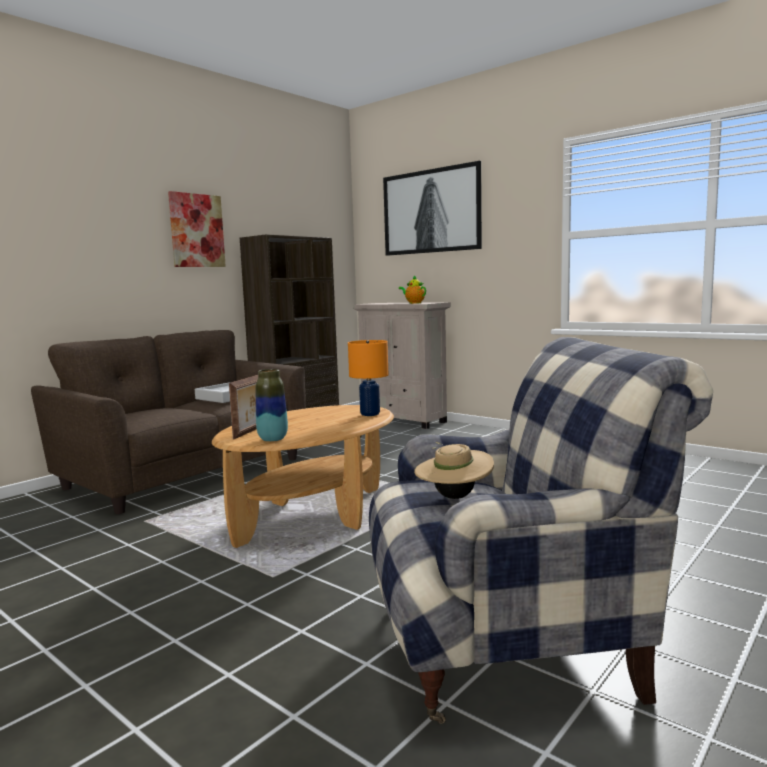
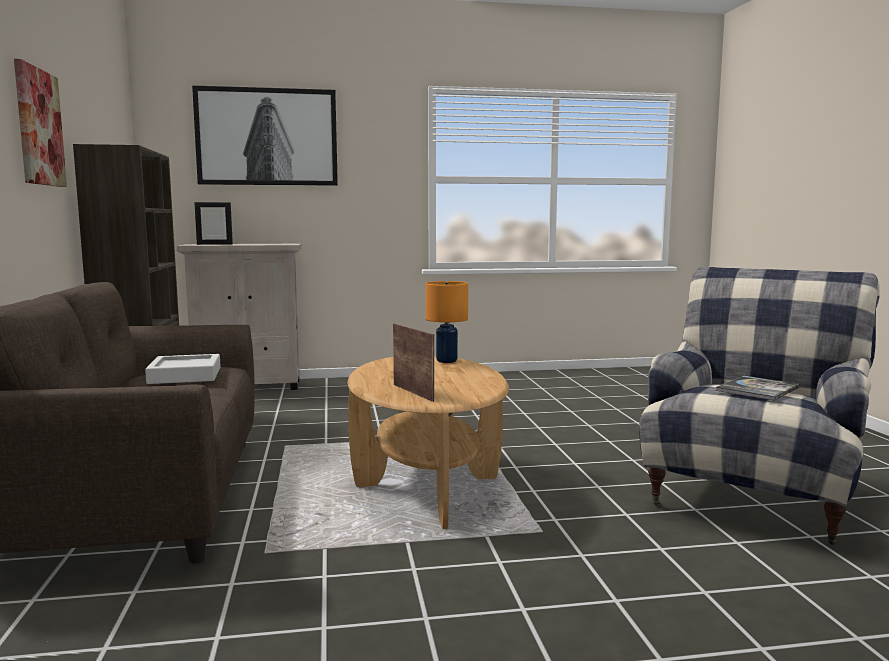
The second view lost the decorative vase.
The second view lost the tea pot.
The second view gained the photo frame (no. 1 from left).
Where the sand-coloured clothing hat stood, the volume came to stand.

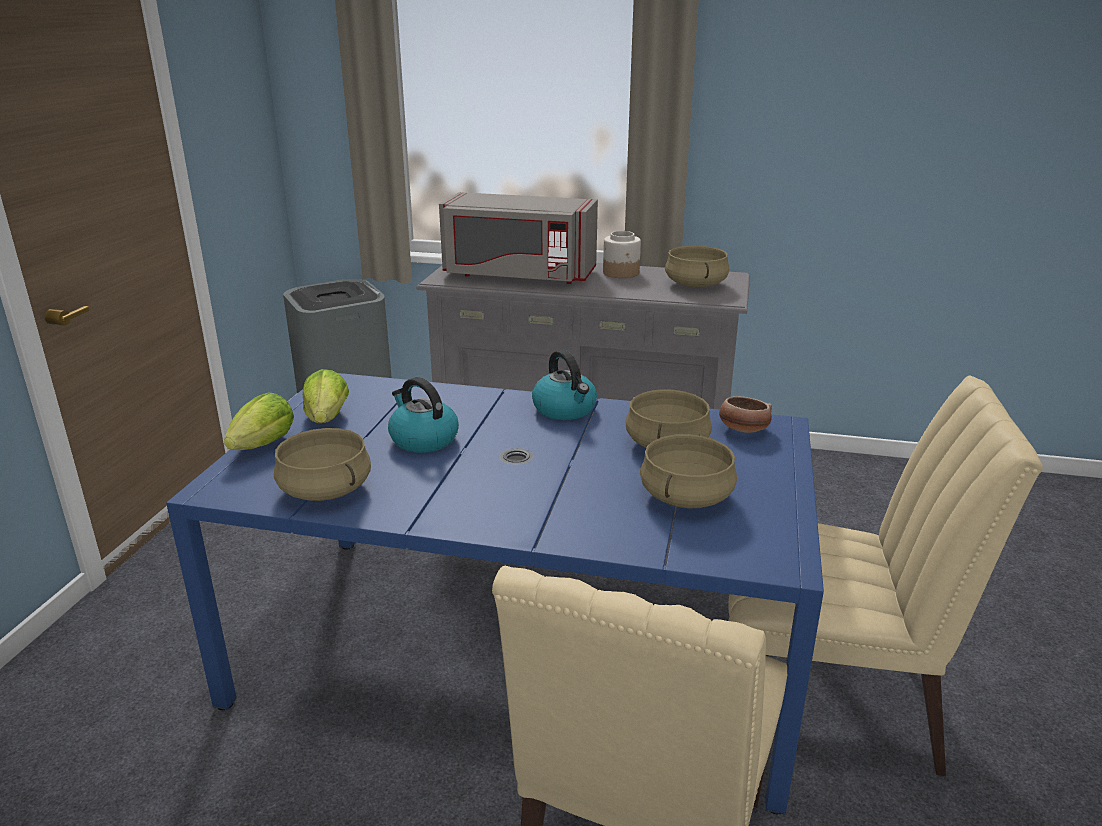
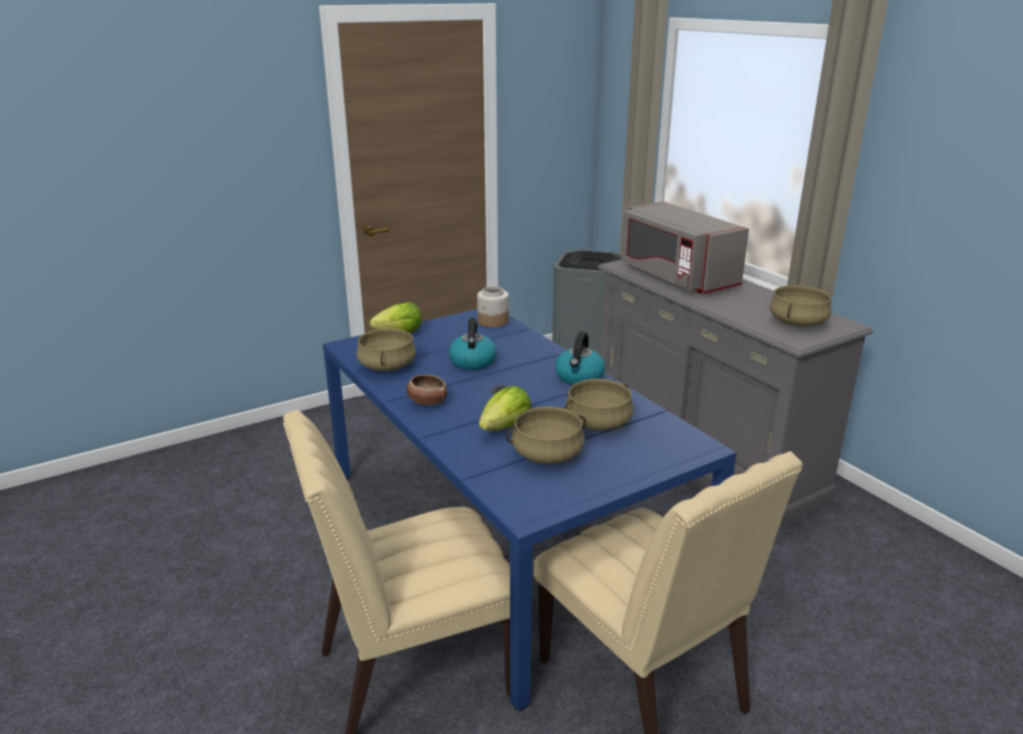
The lettuce head (no. 2 from left) ended up elsewhere.
The preserve jar ended up elsewhere.
The bowl ended up elsewhere.

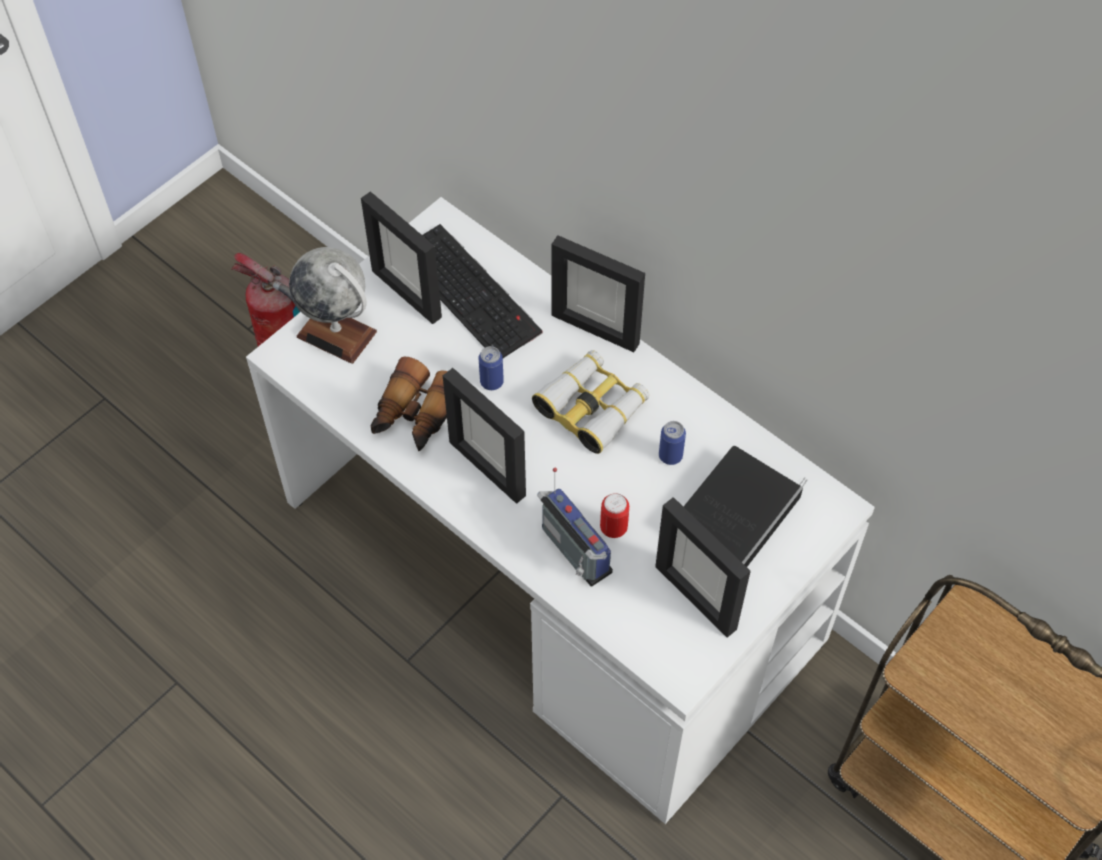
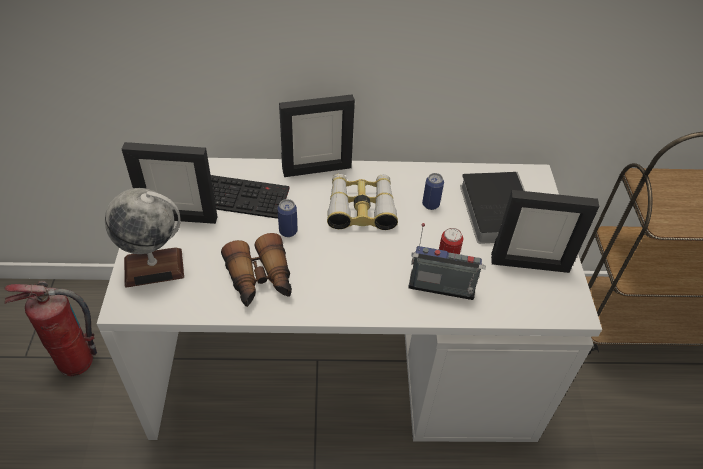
The second view lost the photo frame (no. 2 from left).

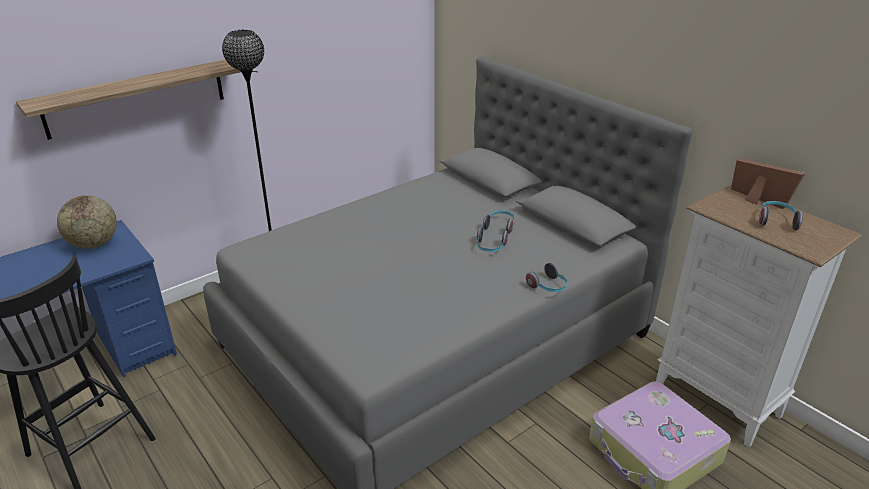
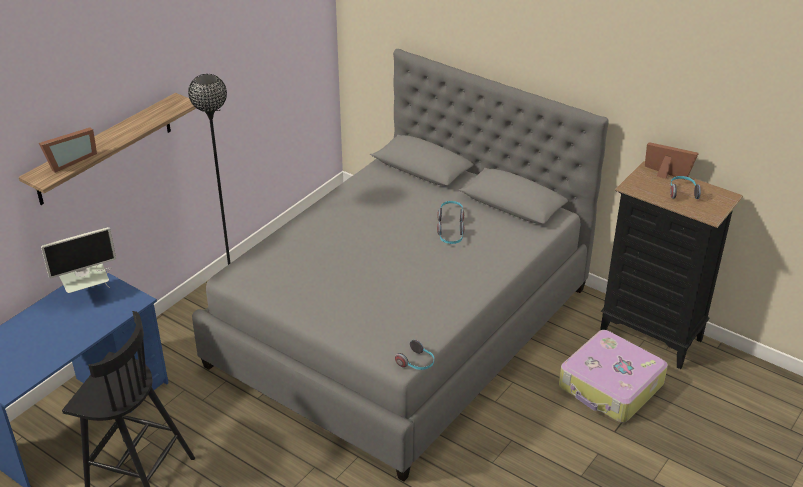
The second view gained the photo frame (no. 1 from left).
The headset (no. 3 from left in the first image) ended up elsewhere.
Where the desk globe stood, the computer display came to stand.
What was the whitish drawer chest turned into the black-coloured drawer chest.

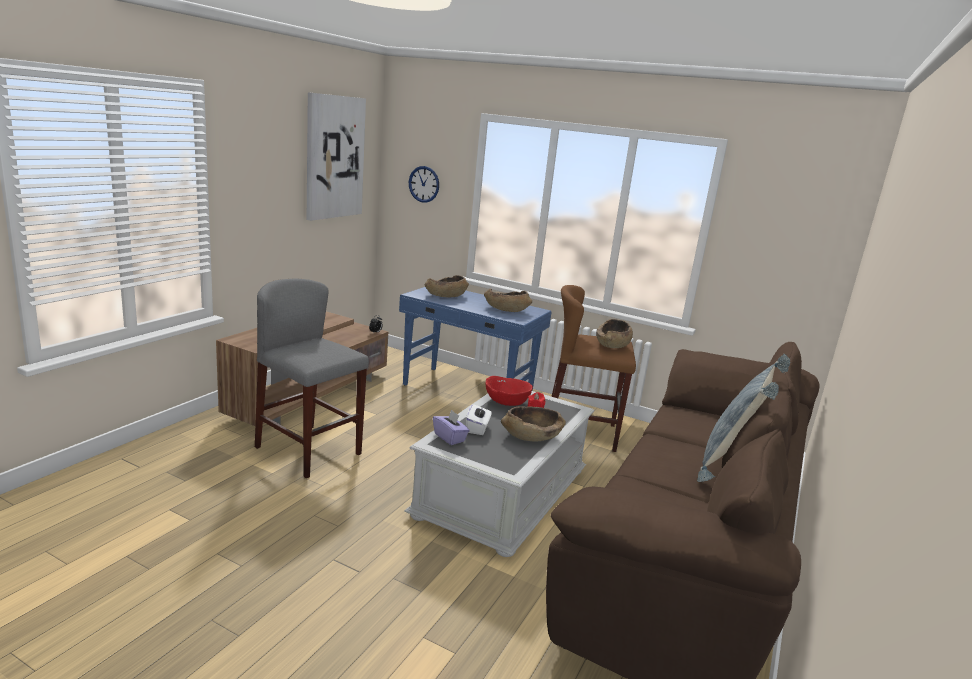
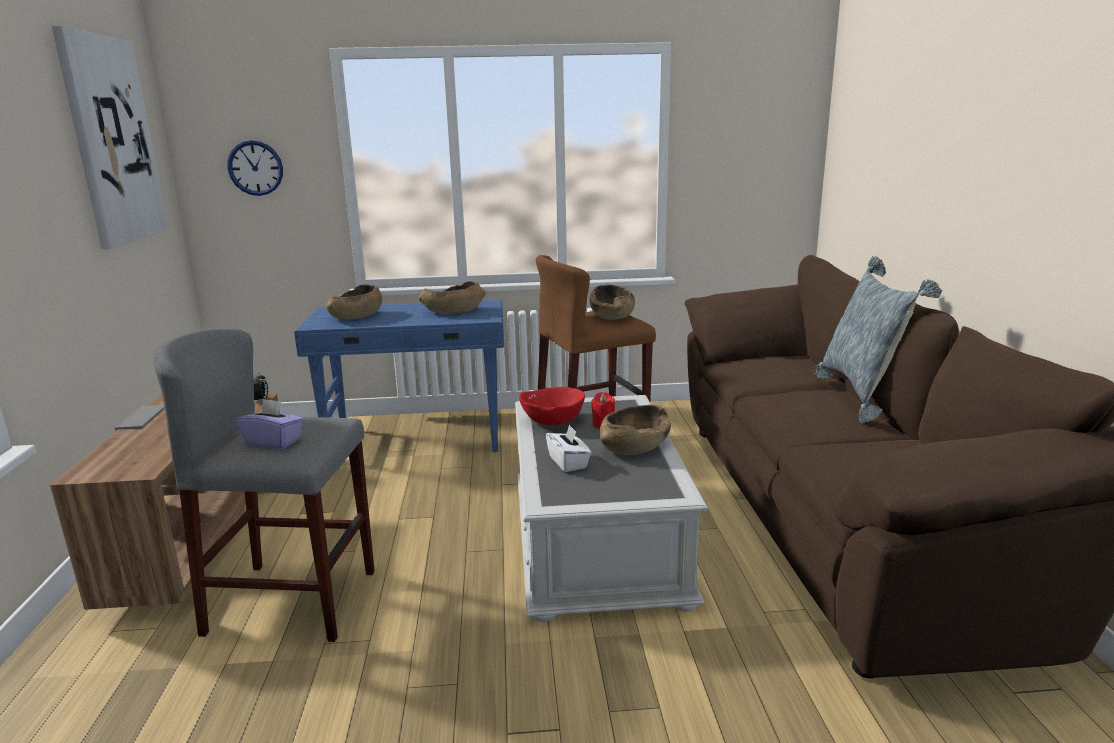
The purplish tissue holder ended up elsewhere.

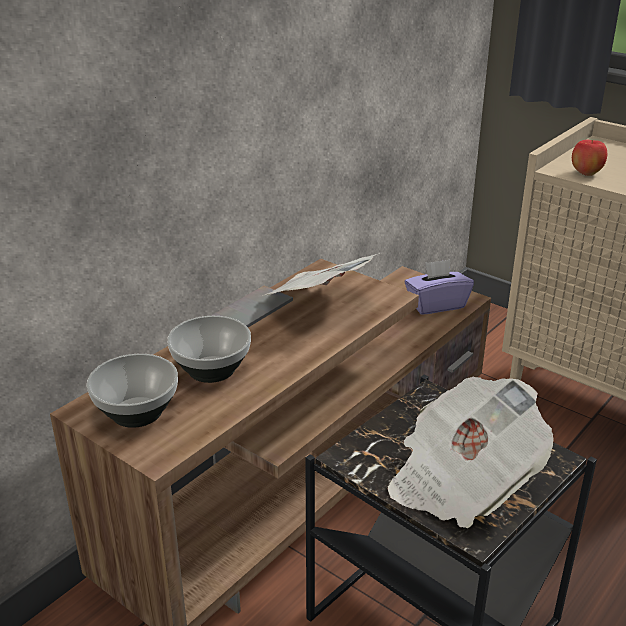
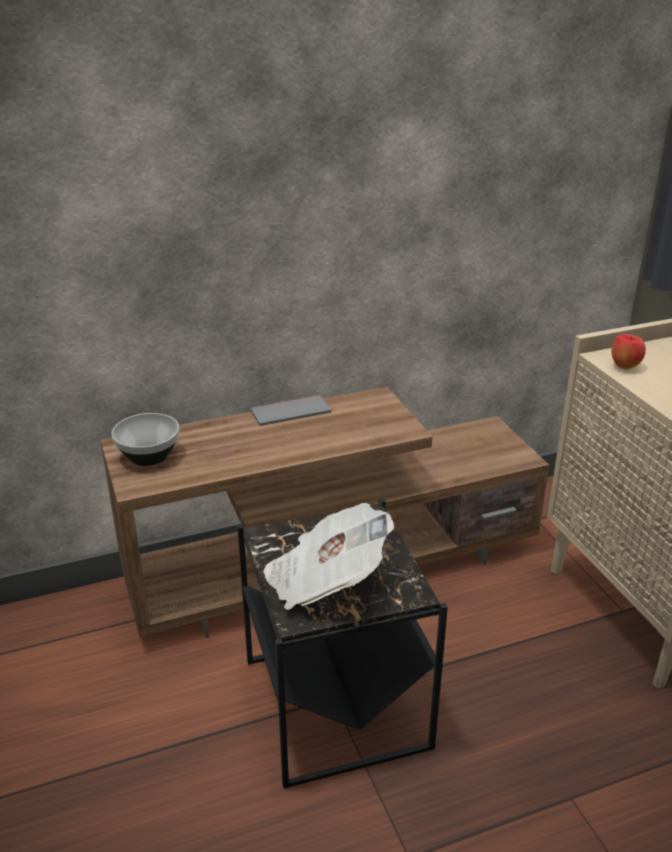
The second view lost the bowl (no. 2 from left).
The second view lost the printed paper (no. 1 from left).
The second view lost the purplish tissue holder.

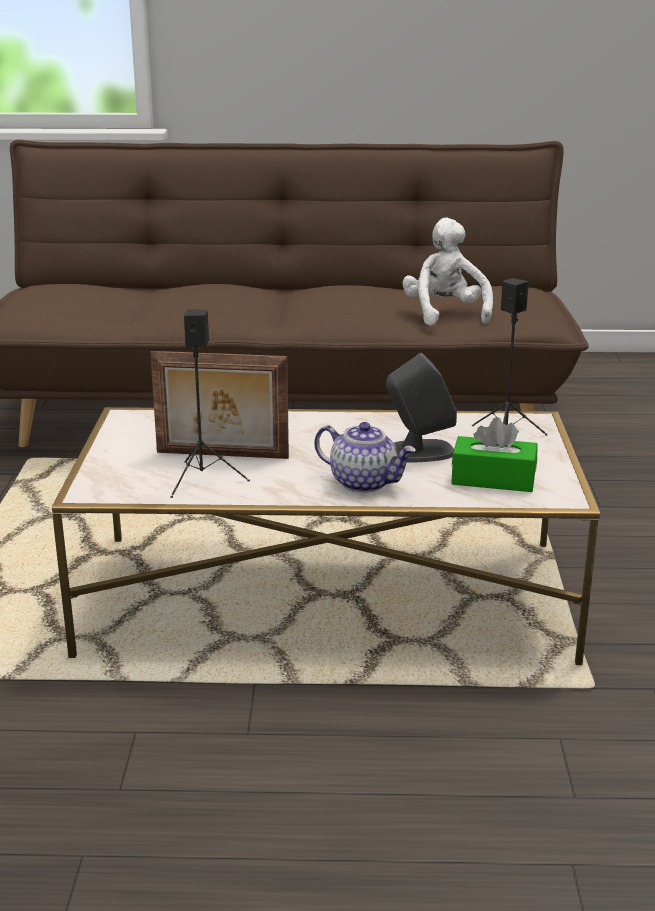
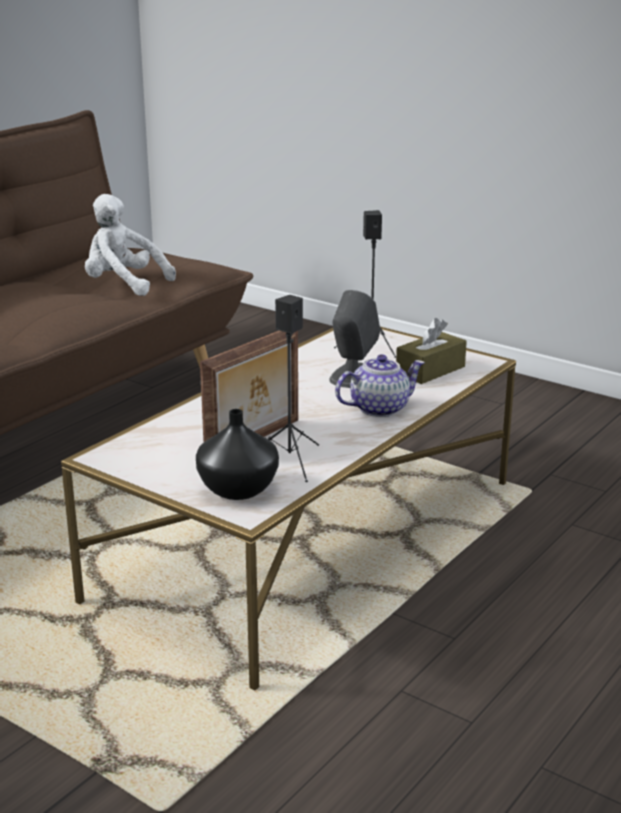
The second view gained the black-coloured decorative vase.
What was the green-coloured tissue holder turned into the brown-coloured tissue holder.

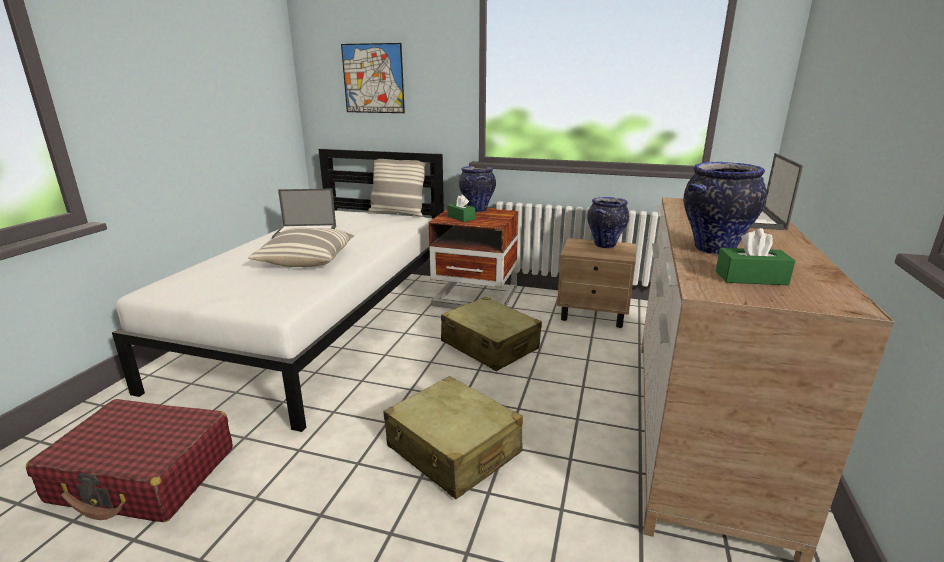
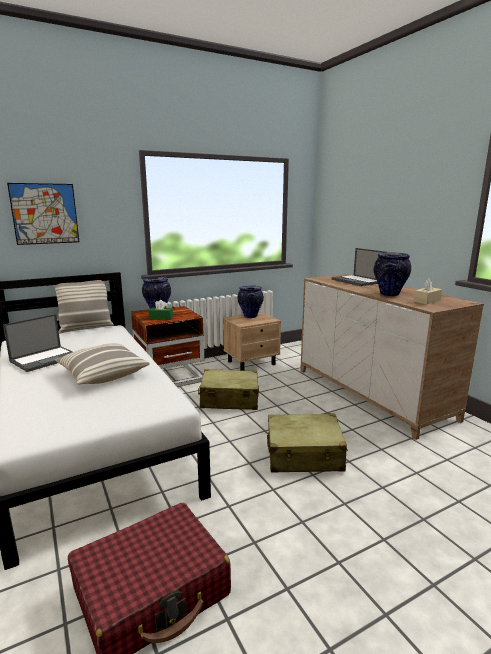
What was the green-coloured tissue holder (no. 2 from left) turned into the sand-coloured tissue holder.

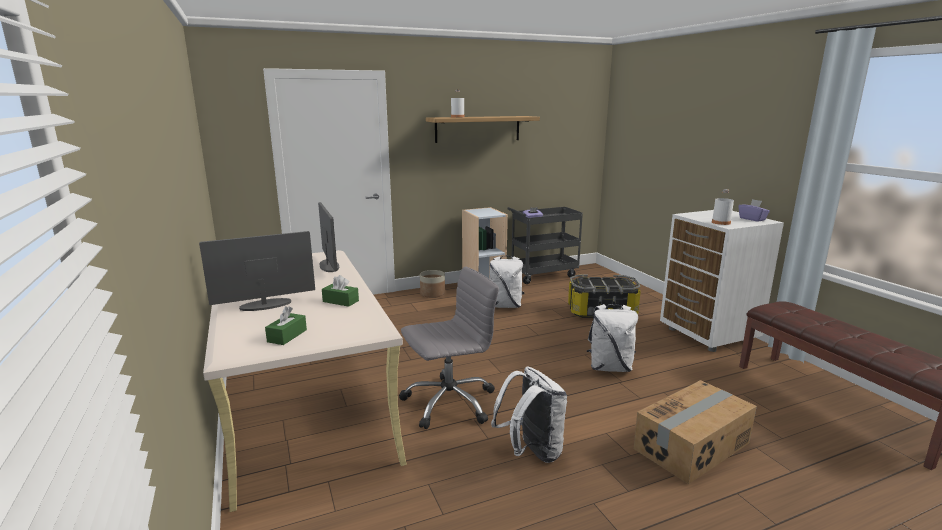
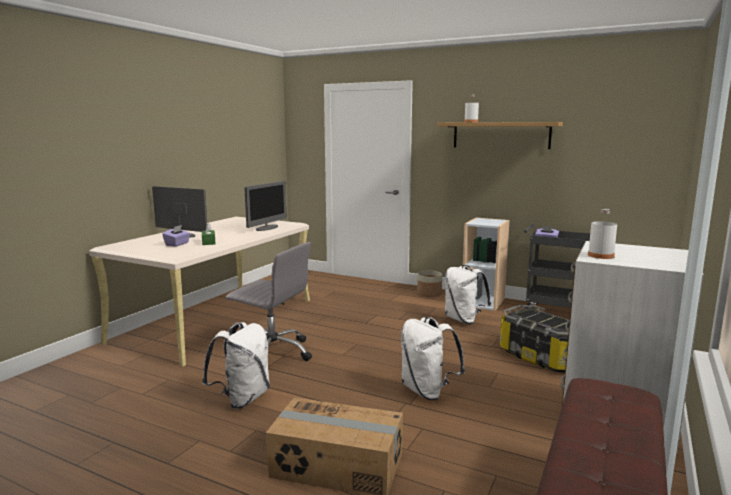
The second view lost the green-coloured tissue holder (no. 1 from left).
The purplish tissue holder (no. 2 from left in the first image) ended up elsewhere.

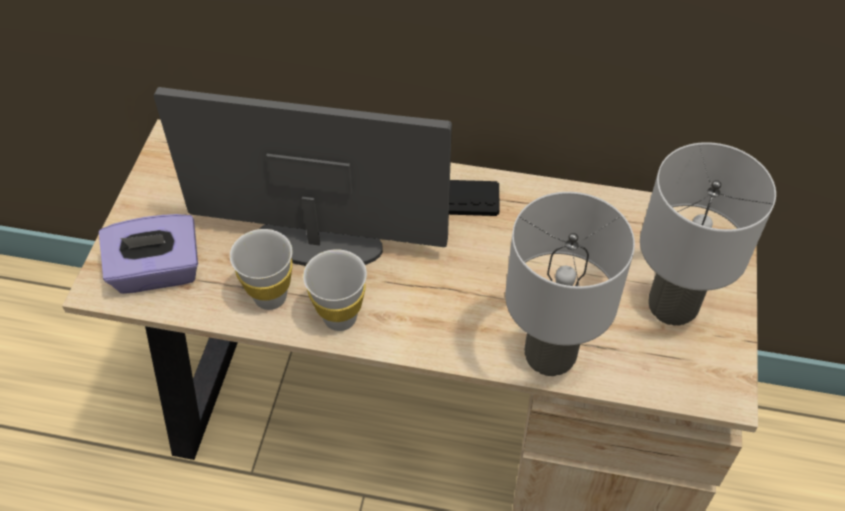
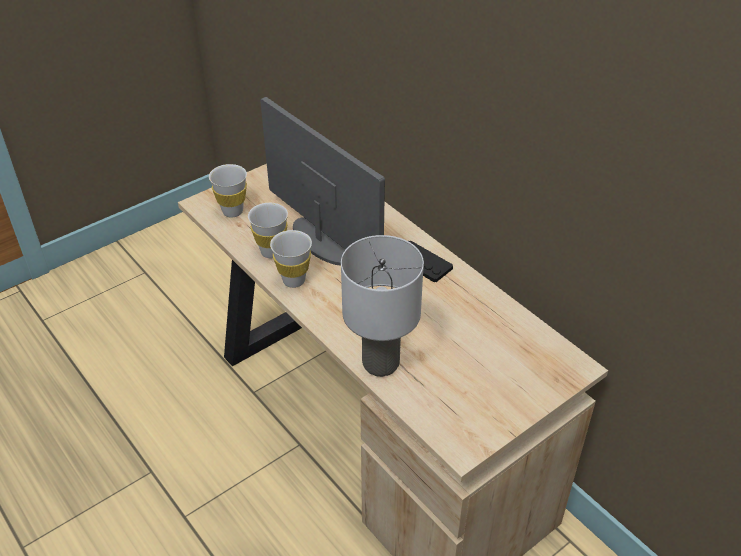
The second view lost the whitish table lamp (no. 2 from left).
Where the purplish tissue holder stood, the whitish small cup (no. 1 from left) came to stand.

